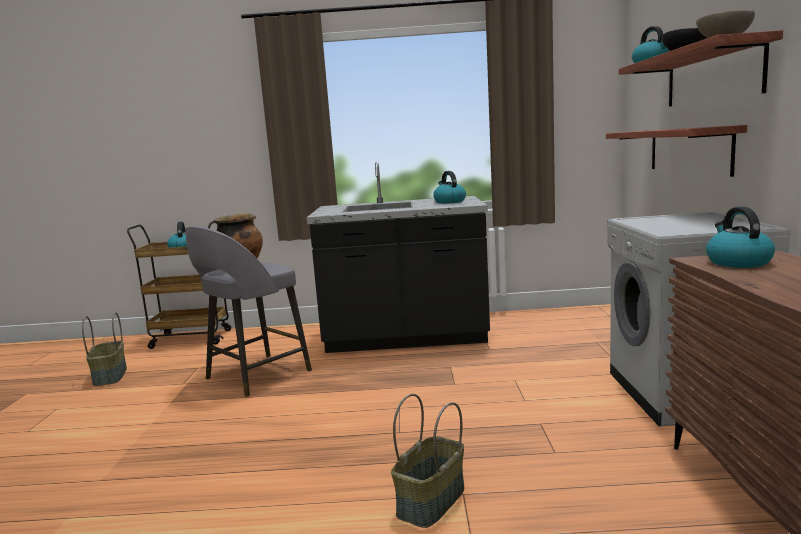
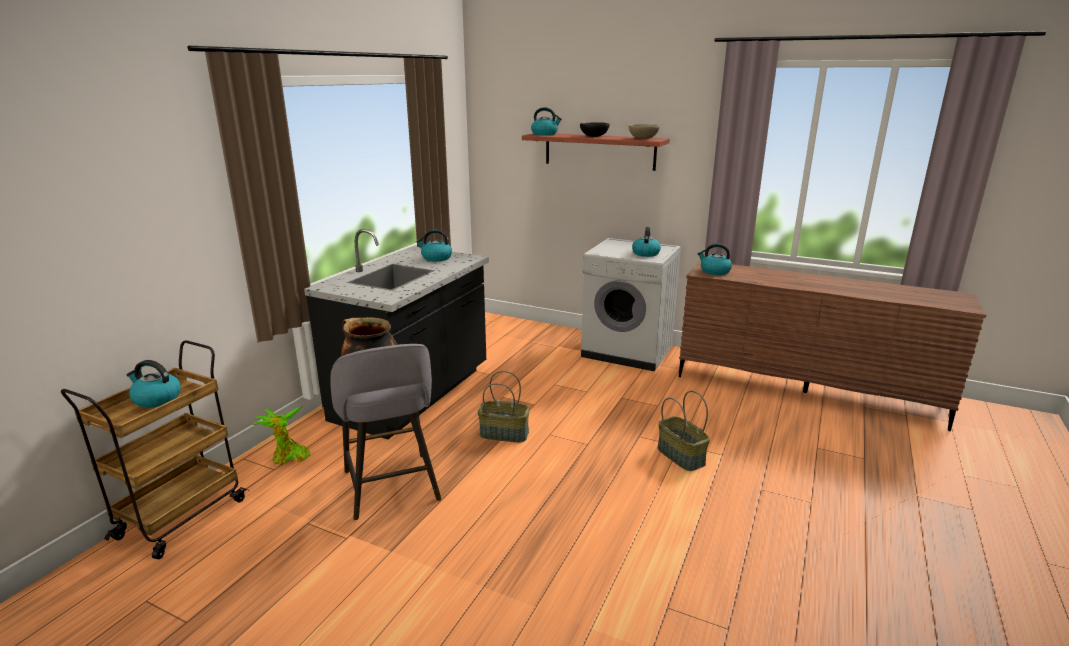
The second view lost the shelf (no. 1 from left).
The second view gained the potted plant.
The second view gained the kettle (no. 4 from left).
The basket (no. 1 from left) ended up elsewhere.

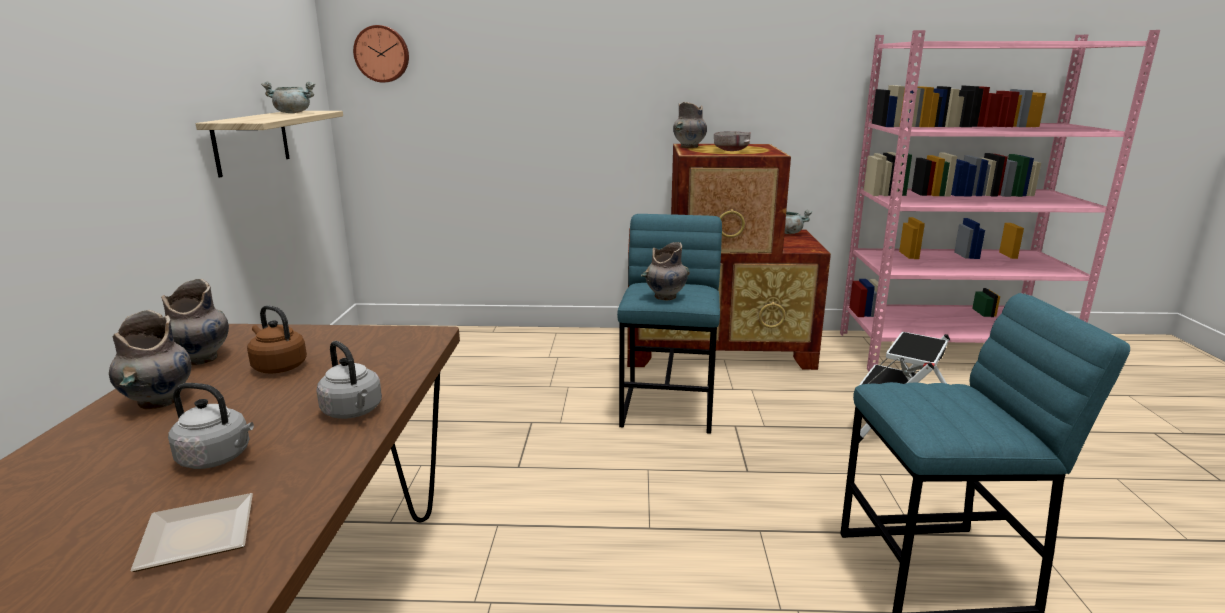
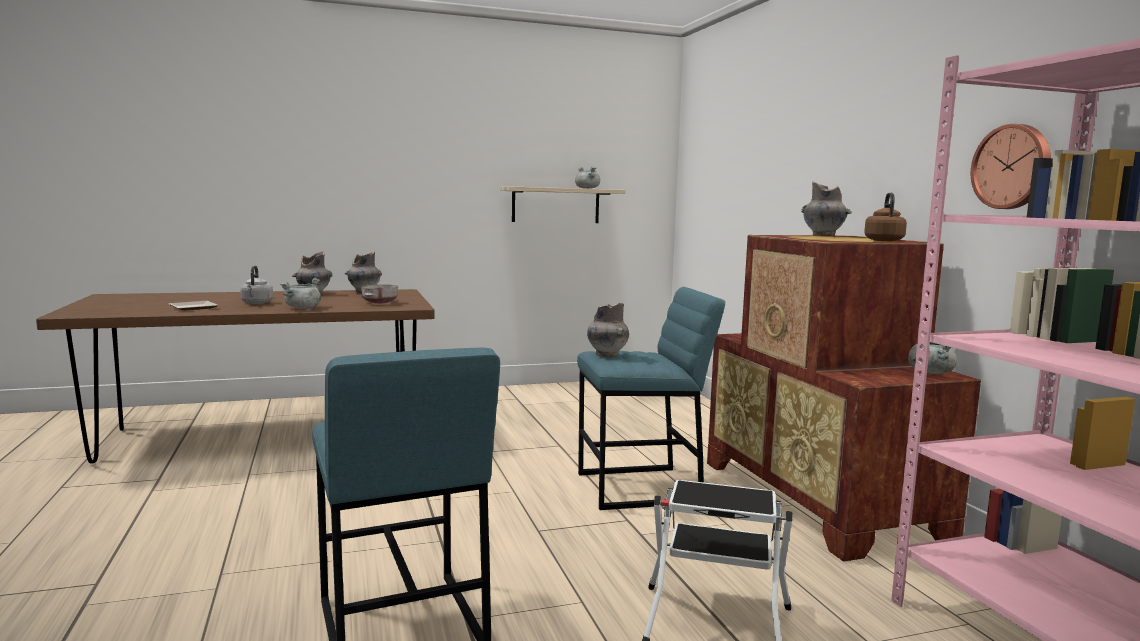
The brown-coloured kettle ended up elsewhere.
The wall clock ended up elsewhere.
The greyish bowl ended up elsewhere.
Where the greyish kettle (no. 2 from left) stood, the greyish cooking pot (no. 1 from left) came to stand.

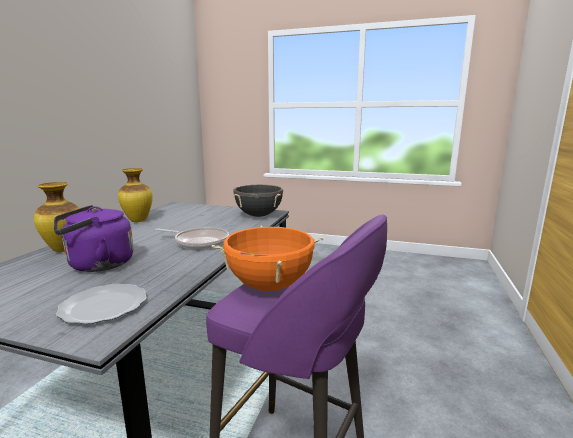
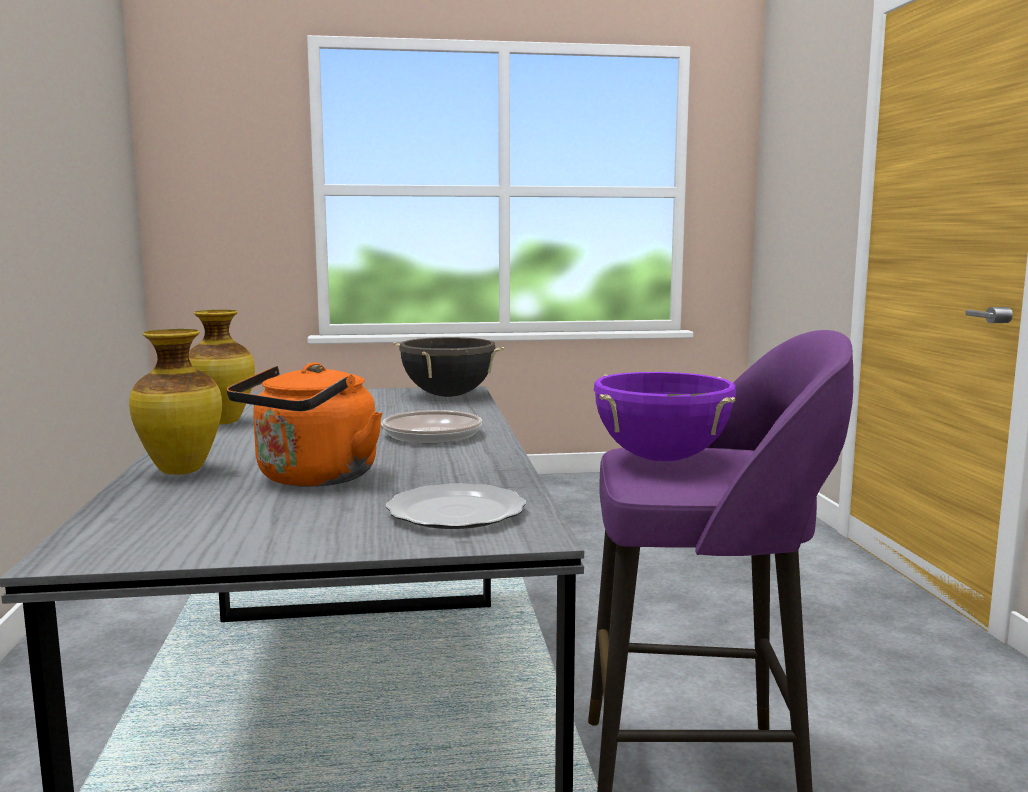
What was the purplish kettle turned into the orangey kettle.
What was the orangey cooking pot turned into the purplish cooking pot.

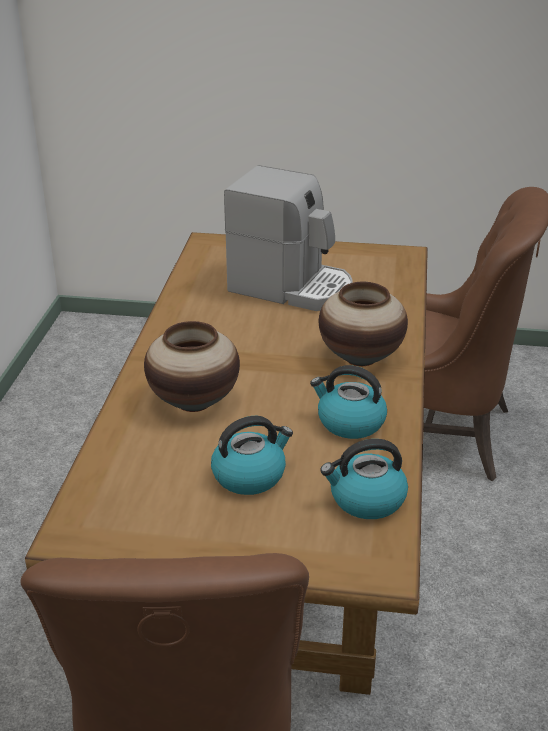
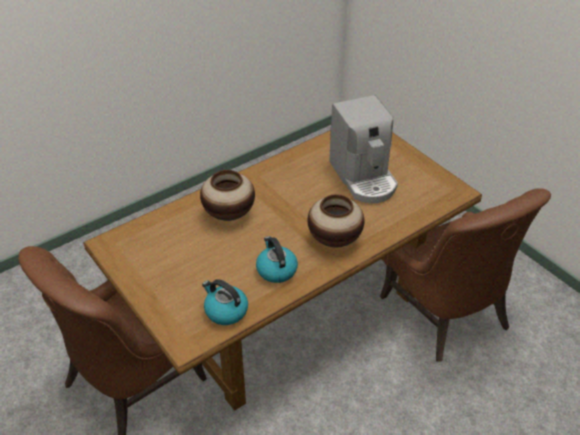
The second view lost the kettle (no. 1 from left).

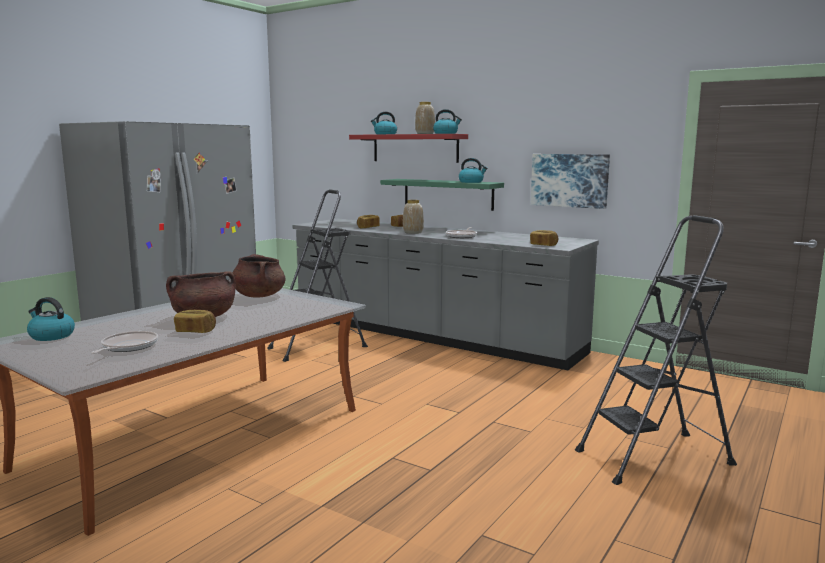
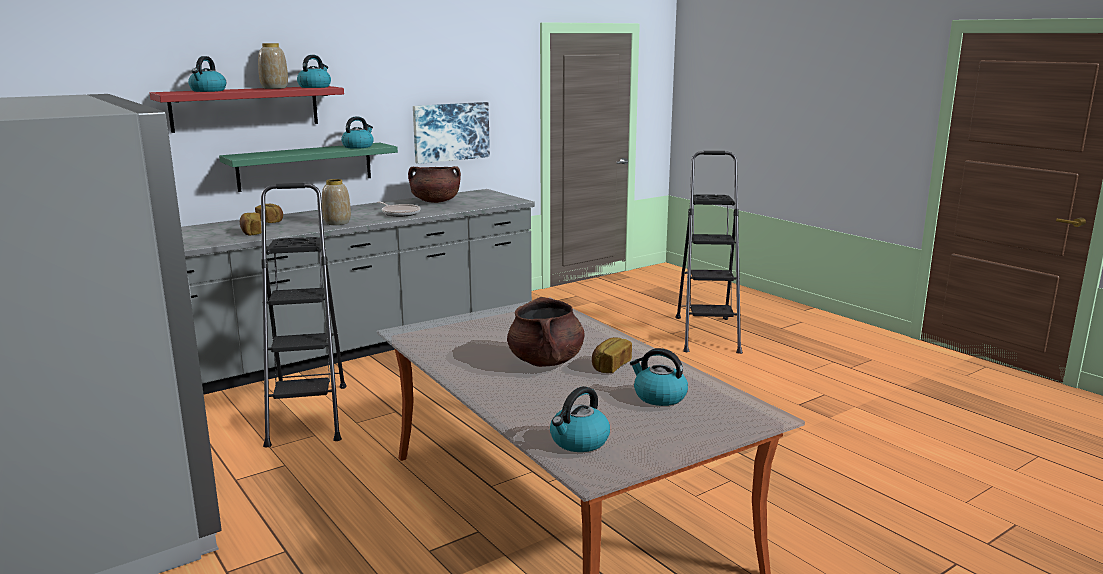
The second view lost the bread (no. 4 from left).
The brown-coloured cooking pot (no. 2 from left in the first image) ended up elsewhere.
Where the pan (no. 1 from left) stood, the kettle (no. 5 from left) came to stand.

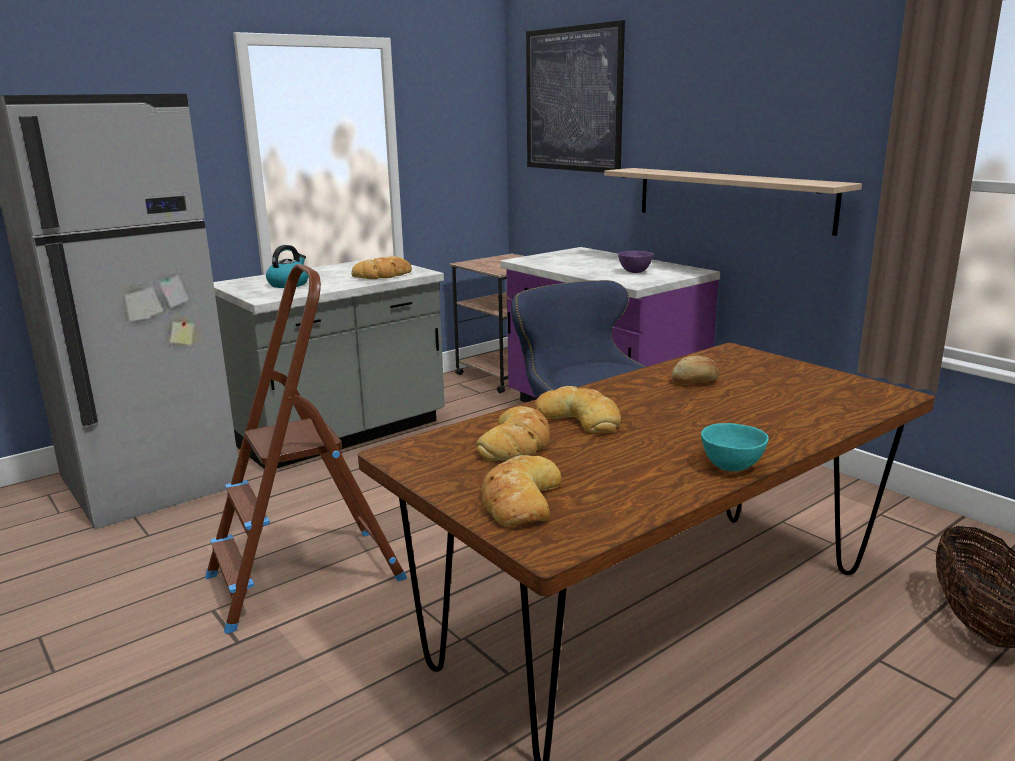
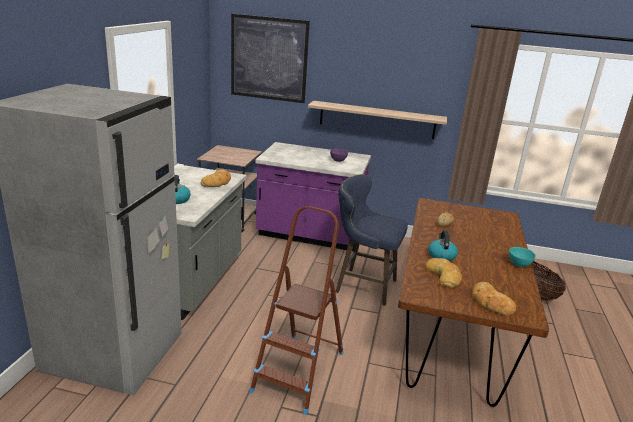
Where the bread (no. 4 from left) stood, the kettle (no. 2 from left) came to stand.

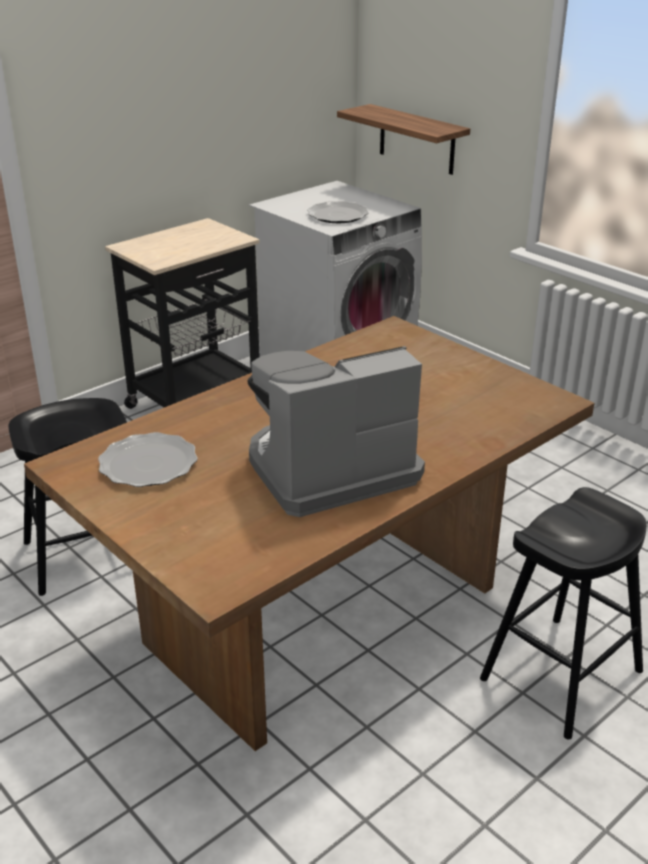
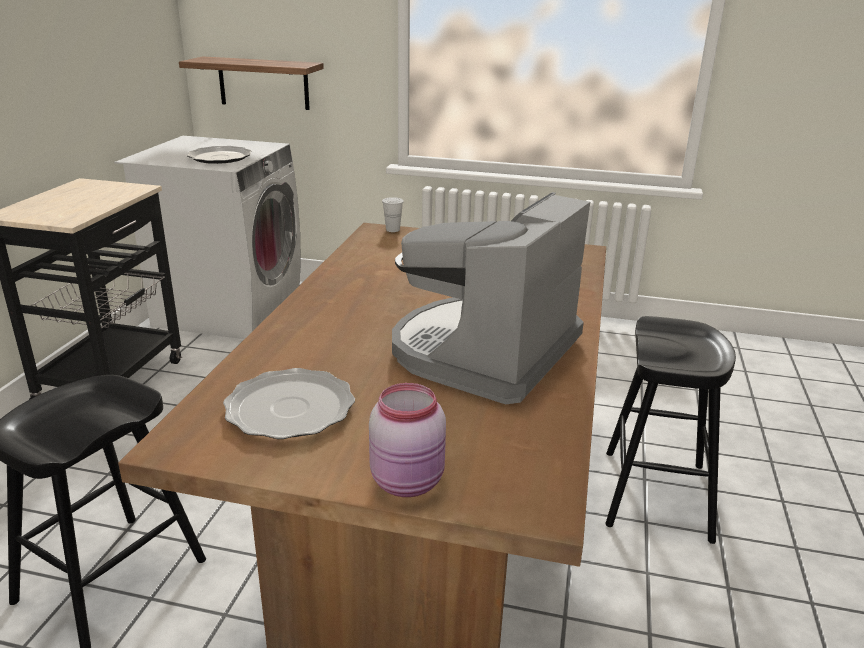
The second view gained the pink preserve jar.
The second view gained the whitish small cup.

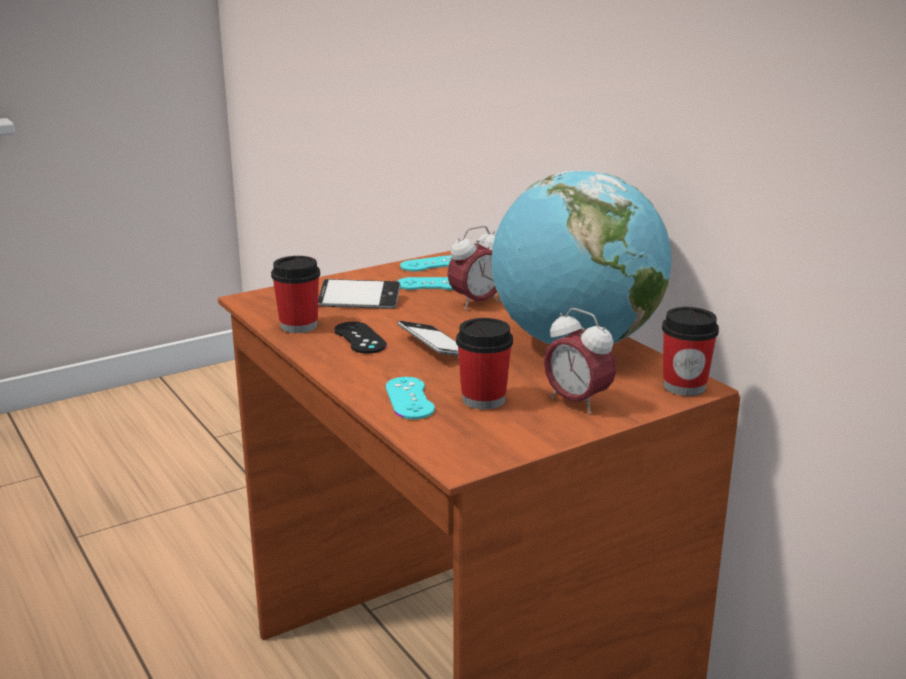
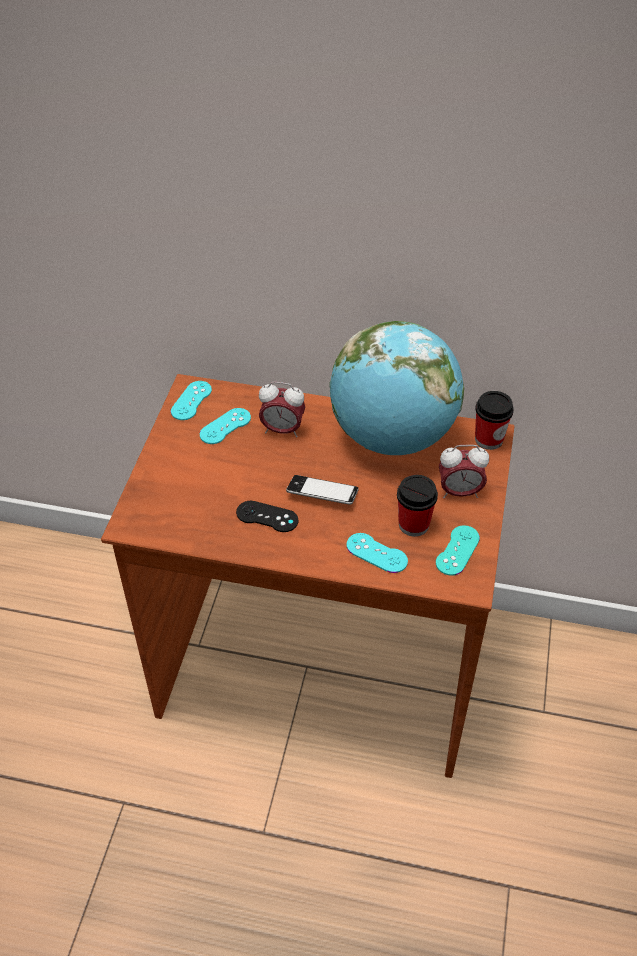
The second view lost the small cup (no. 1 from left).
The second view lost the handset (no. 1 from left).
The second view gained the blue-green game controller (no. 4 from left).
The bedside clock (no. 1 from left) ended up facing another way, 90 degrees clockwise from before.

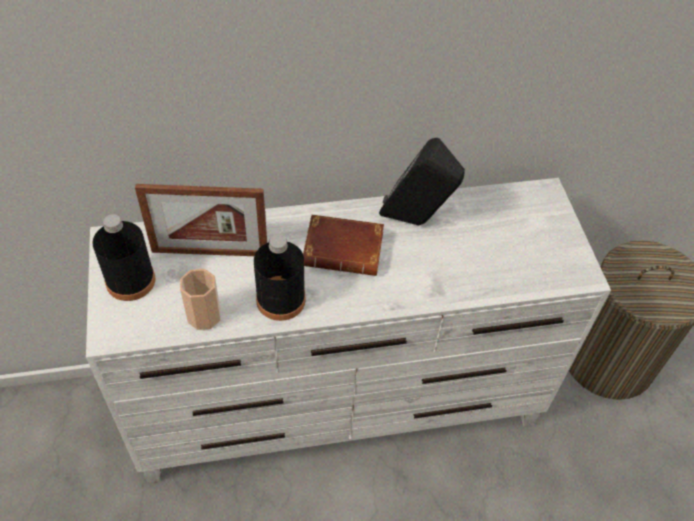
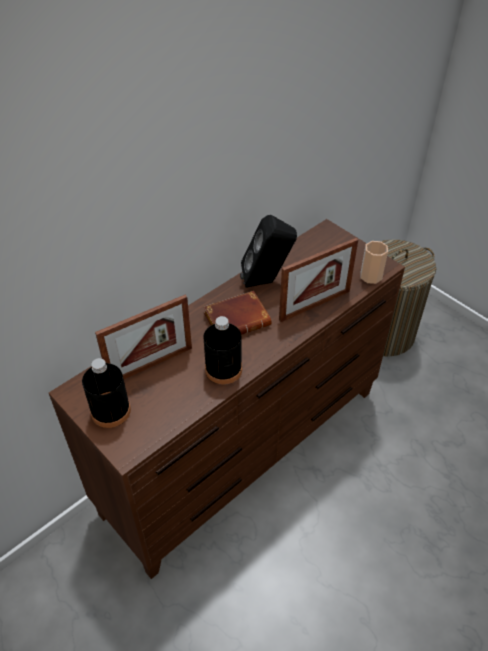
The second view gained the photo frame (no. 2 from left).
The small cup ended up elsewhere.
What was the whitish drawer chest turned into the brown-coloured drawer chest.

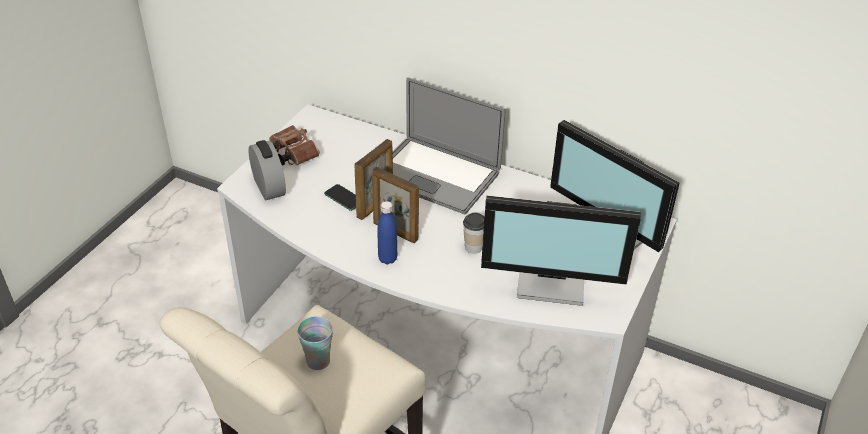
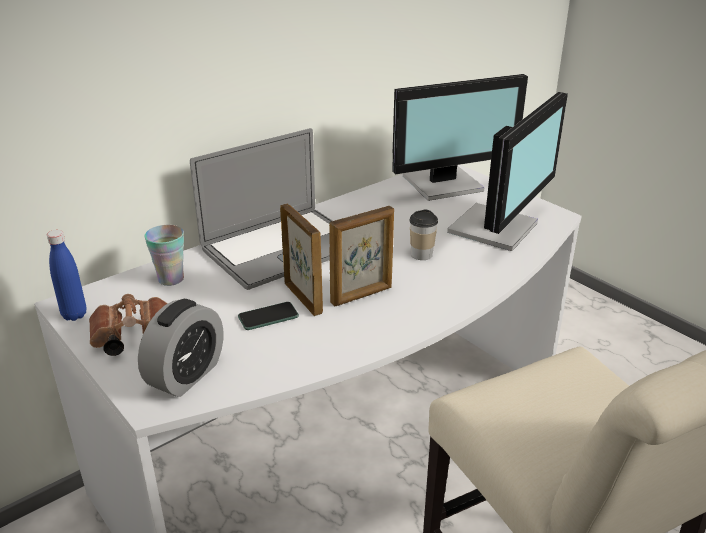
The small cup (no. 1 from left) ended up elsewhere.
The blue drink bottle ended up elsewhere.
The bedside clock ended up facing another way, 120 degrees clockwise from before.

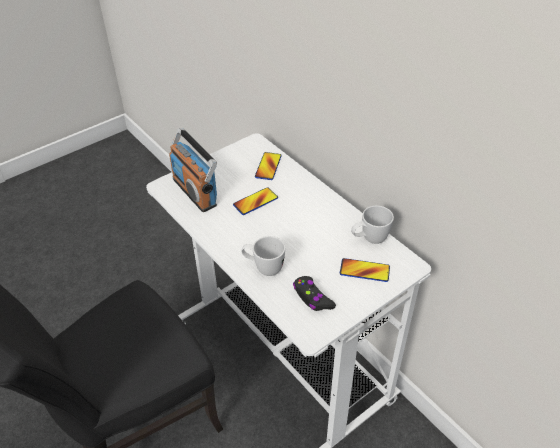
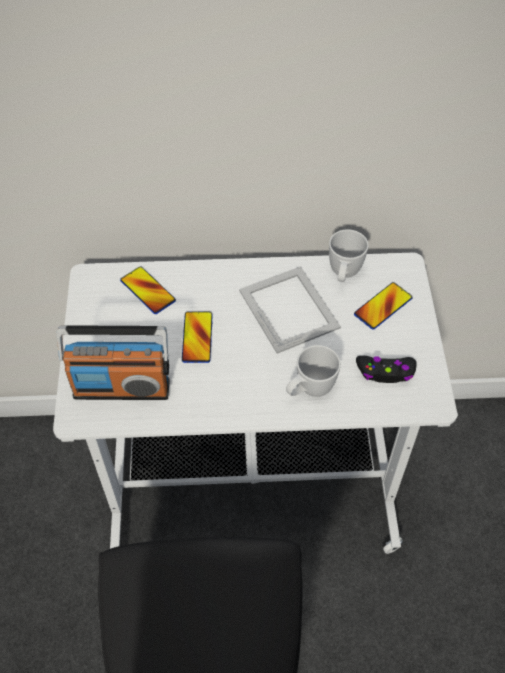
The second view gained the photo frame.

